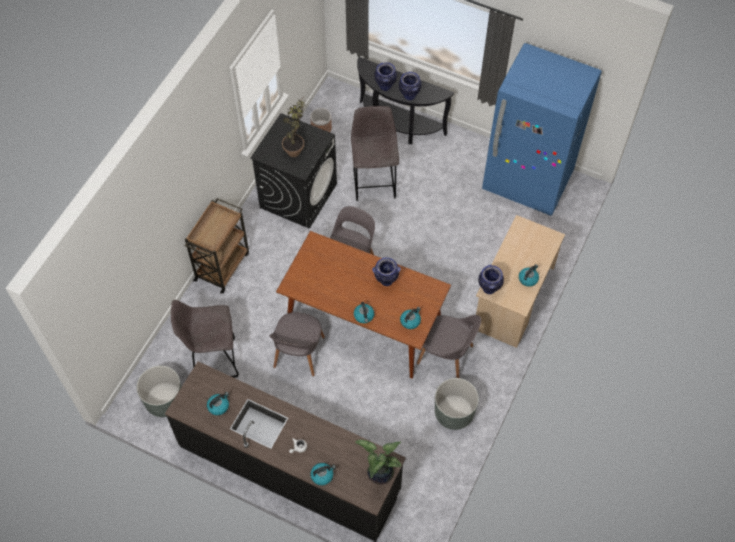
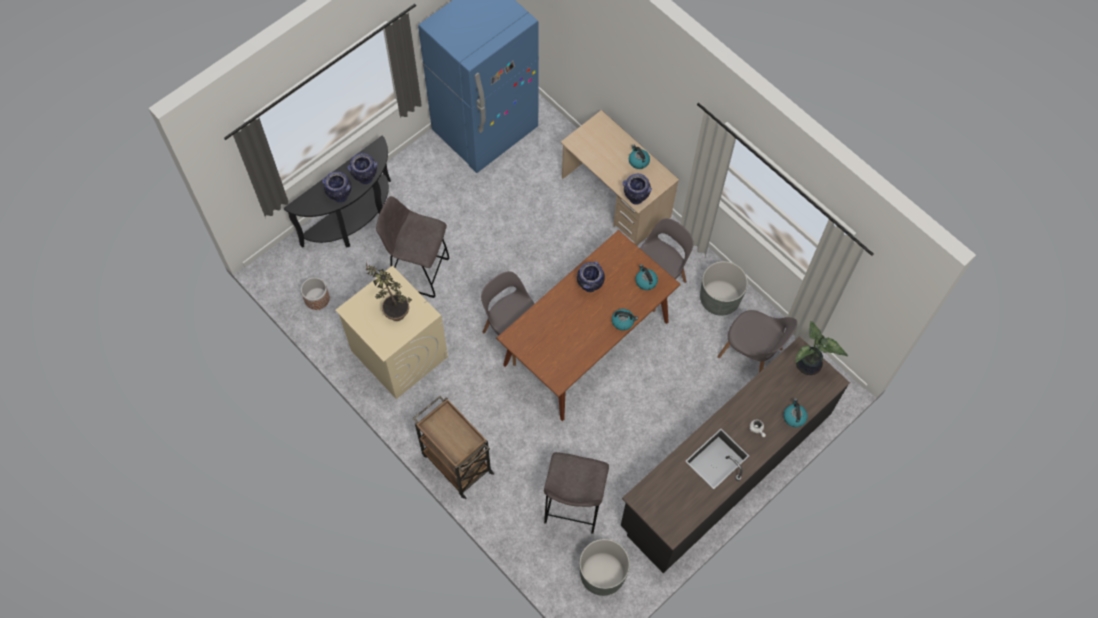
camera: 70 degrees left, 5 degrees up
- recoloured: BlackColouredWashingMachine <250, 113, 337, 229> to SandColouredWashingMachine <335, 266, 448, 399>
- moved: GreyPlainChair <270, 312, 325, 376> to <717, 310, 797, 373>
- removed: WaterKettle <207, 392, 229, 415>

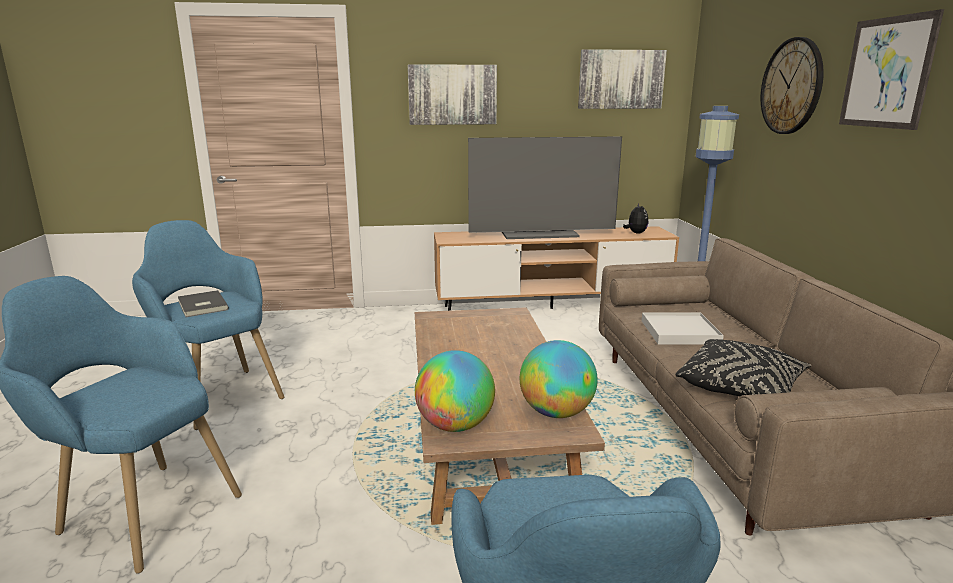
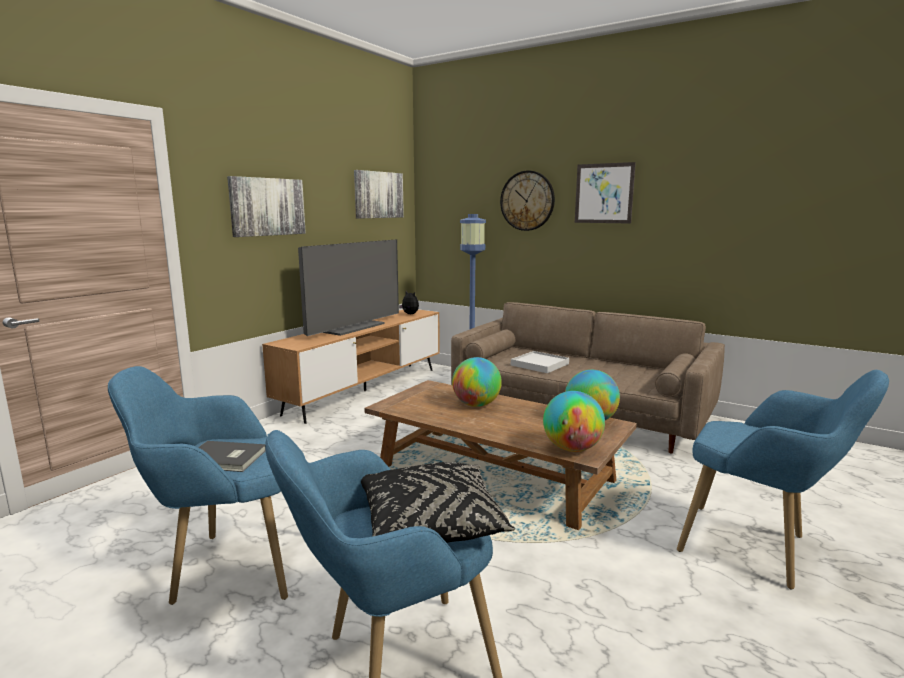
camera: 50 degrees left, 5 degrees down
- moved: BlackColouredPillow <675, 339, 811, 396> to <361, 462, 515, 543>
- added: Globe <452, 357, 502, 407>

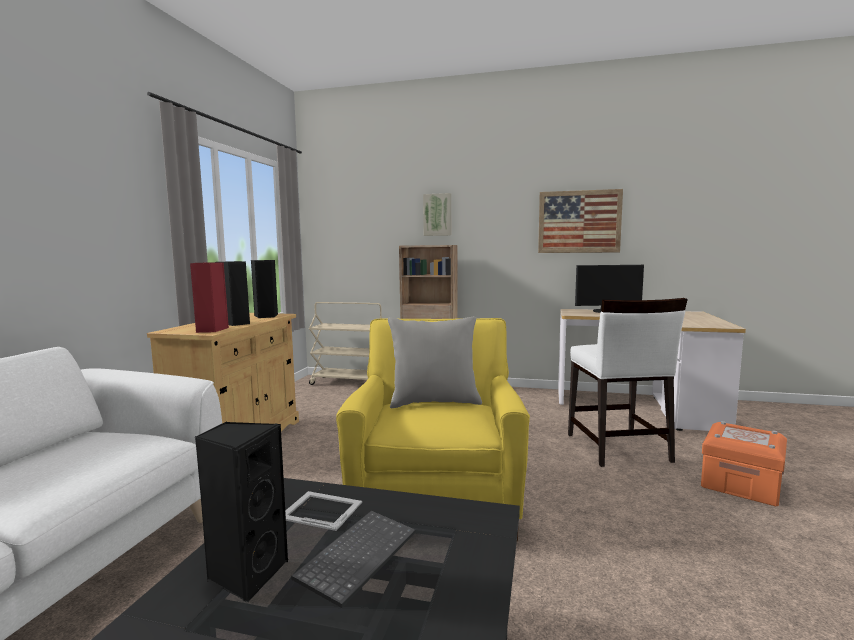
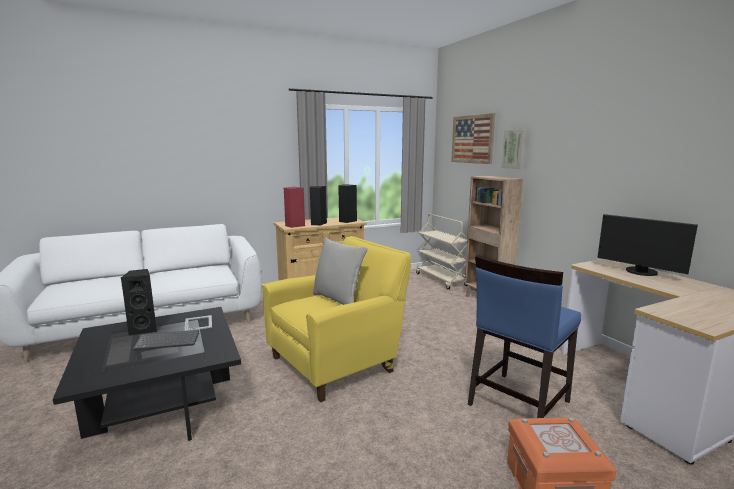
camera: 50 degrees right, 5 degrees up
- moved: WallPicture <538, 189, 623, 253> to <451, 113, 495, 164>
- recoloured: WhitePlainChair <568, 298, 688, 467> to BlueColouredPlainChair <468, 255, 581, 418>

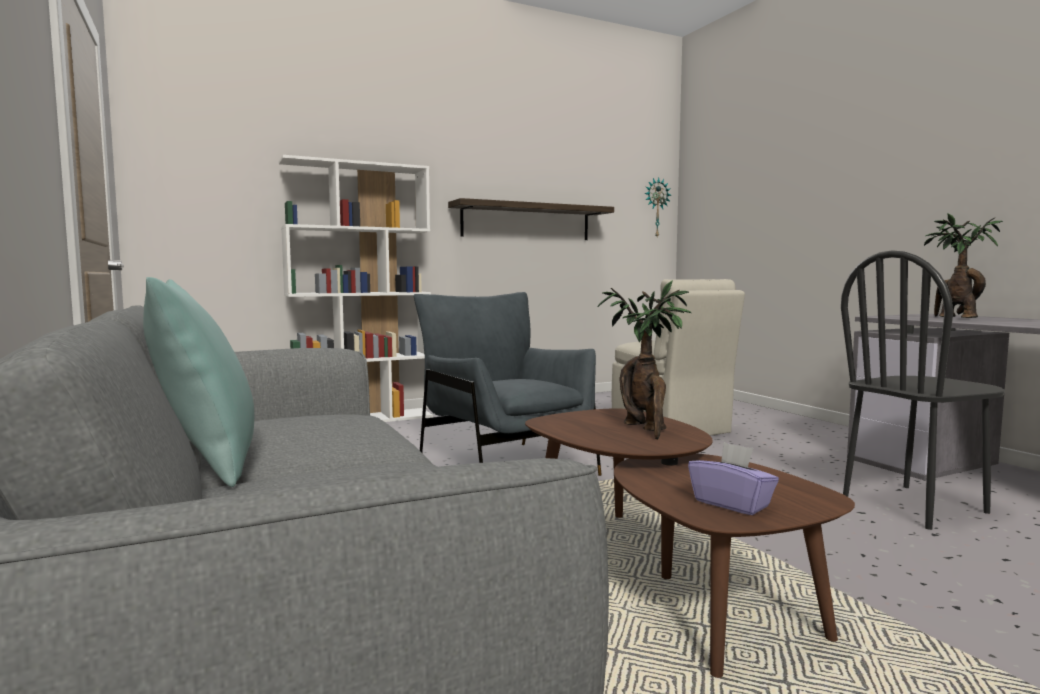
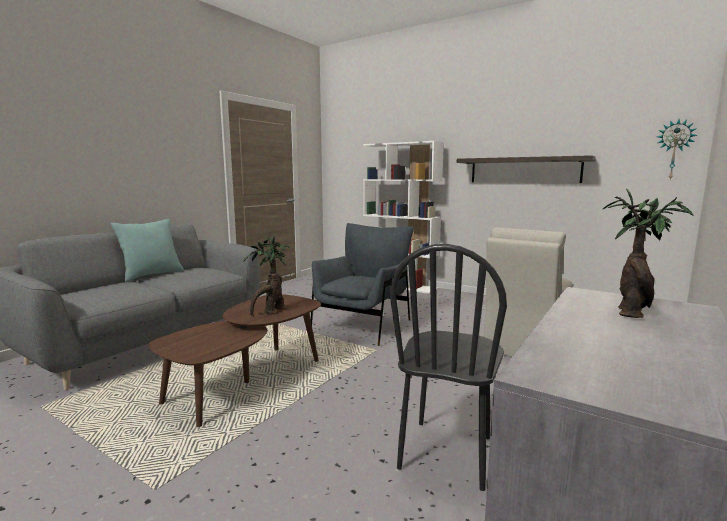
camera: 60 degrees right, 5 degrees up
- turned: BlackColouredPlainChair <841, 250, 1005, 530> = <390, 244, 507, 491> 105 degrees counterclockwise
- removed: PurpleColouredTissueBox <688, 442, 779, 515>

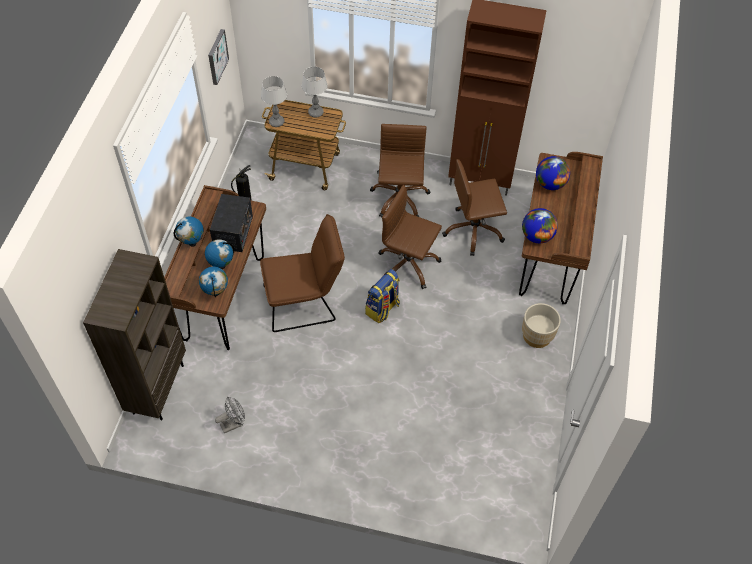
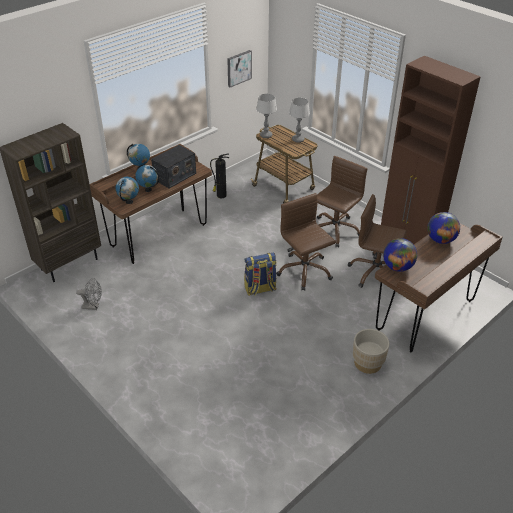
camera: 35 degrees right, 15 degrees down
- removed: BrownishPlainChair <260, 214, 345, 332>

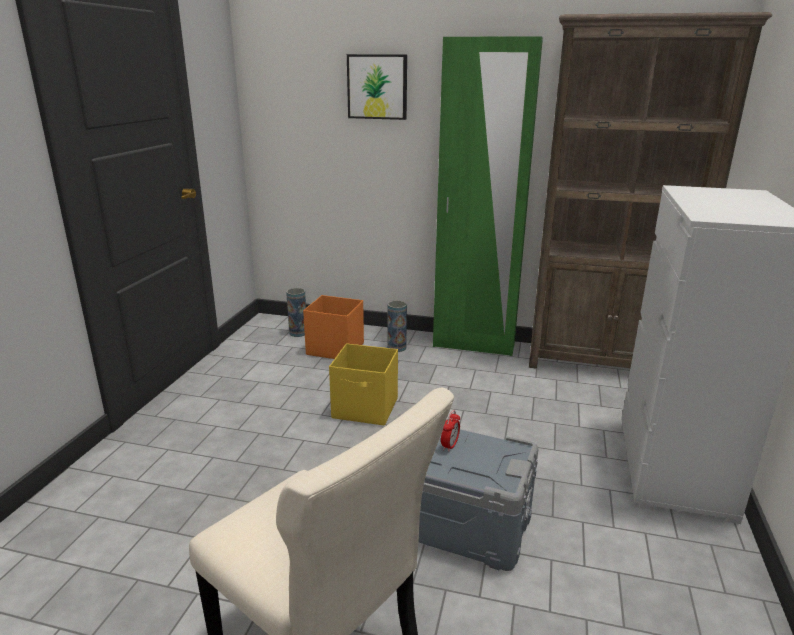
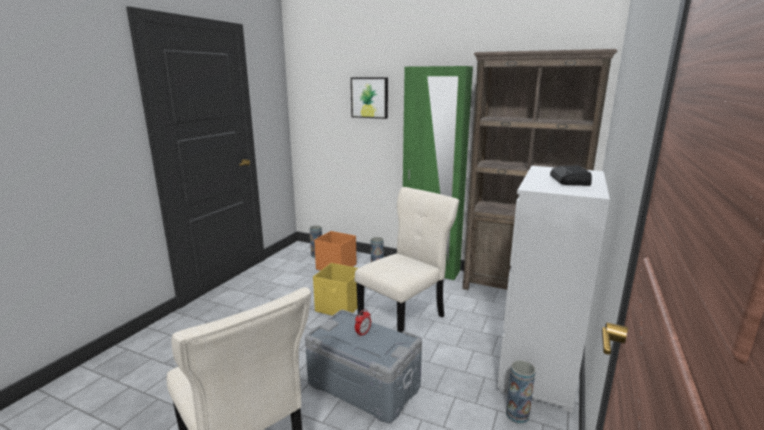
camera: 10 degrees right, 5 degrees down
- added: RadioReceiver <550, 165, 592, 186>
- added: SandColouredPlainChair <355, 187, 459, 333>
- added: DecorativeVase <506, 360, 536, 424>

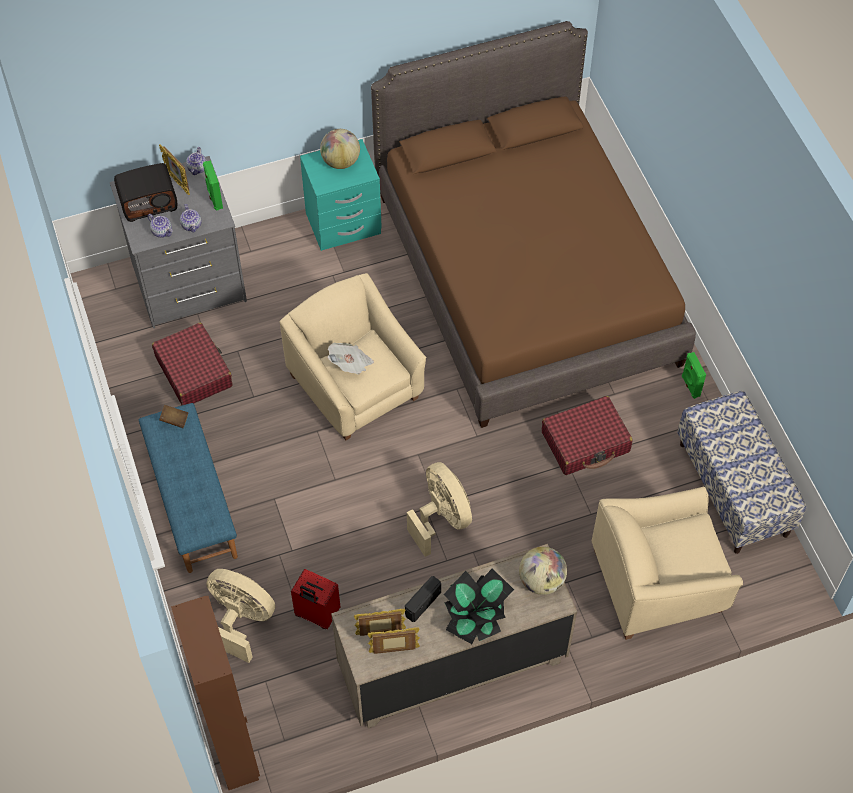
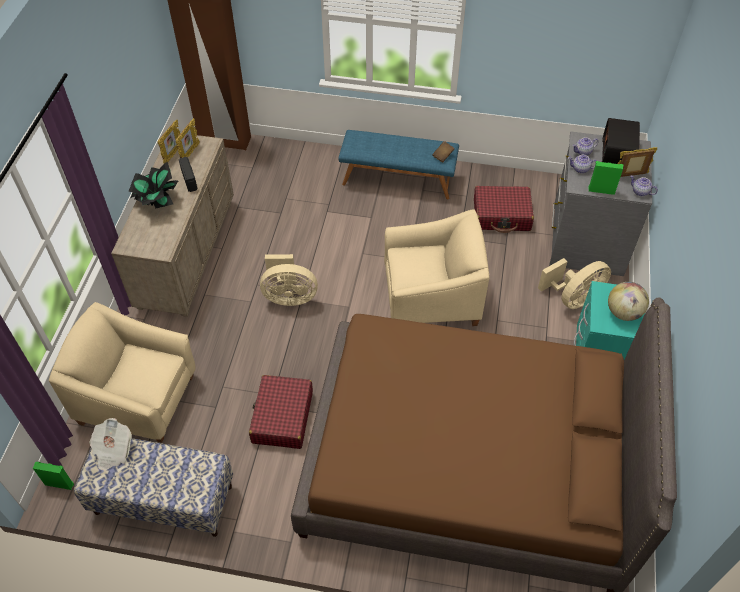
camera: 120 degrees right, 5 degrees down
- moved: PrintedPaper <327, 343, 374, 374> to <89, 418, 132, 470>
- moved: GreenishSpeaker <682, 352, 706, 399> to <33, 462, 74, 490>
- turned: SandColouredEasyChair <592, 486, 743, 640> = <49, 302, 195, 443> 90 degrees counterclockwise
- removed: Globe <519, 547, 567, 595>
- moved: SandColouredElectricFan <207, 569, 275, 663> to <538, 258, 611, 309>
- removed: RedColouredPieceOfLuggage <291, 569, 340, 629>

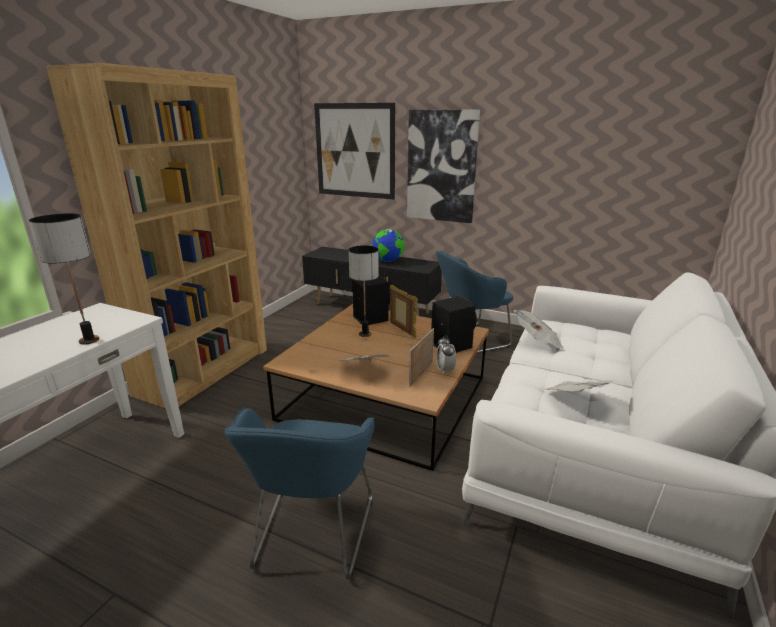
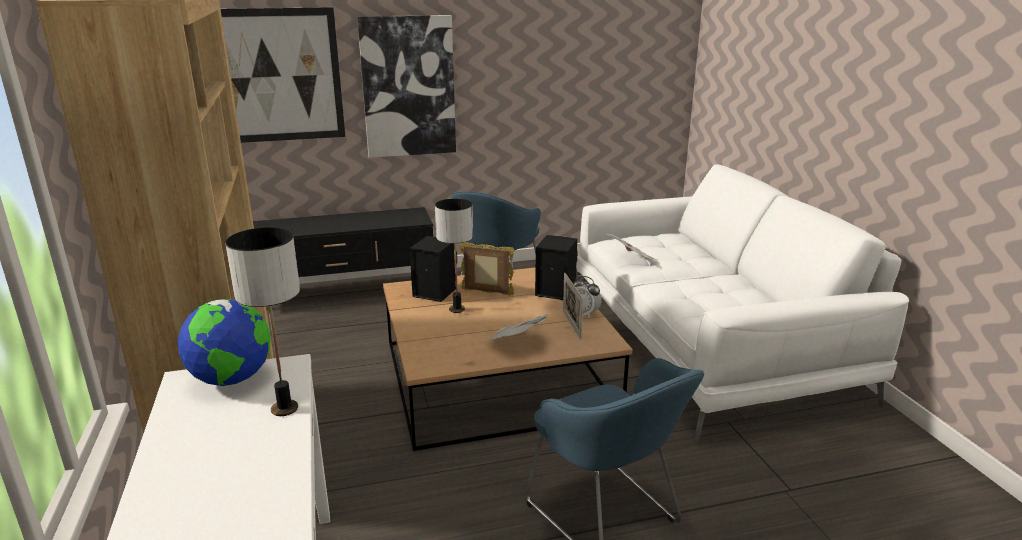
camera: 40 degrees left, 0 degrees up
- moved: Globe <372, 229, 404, 262> to <178, 299, 271, 386>
- removed: PrintedPaper <547, 381, 612, 392>

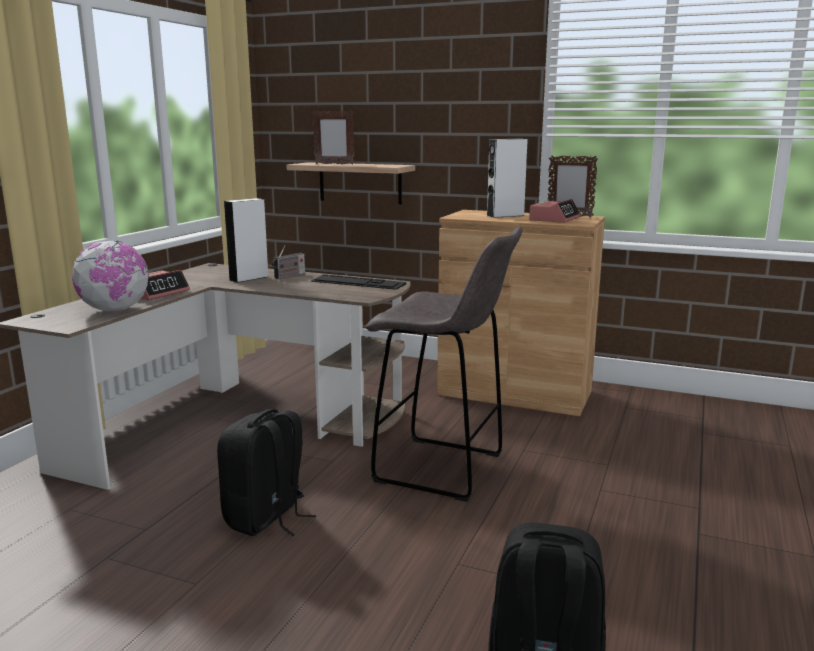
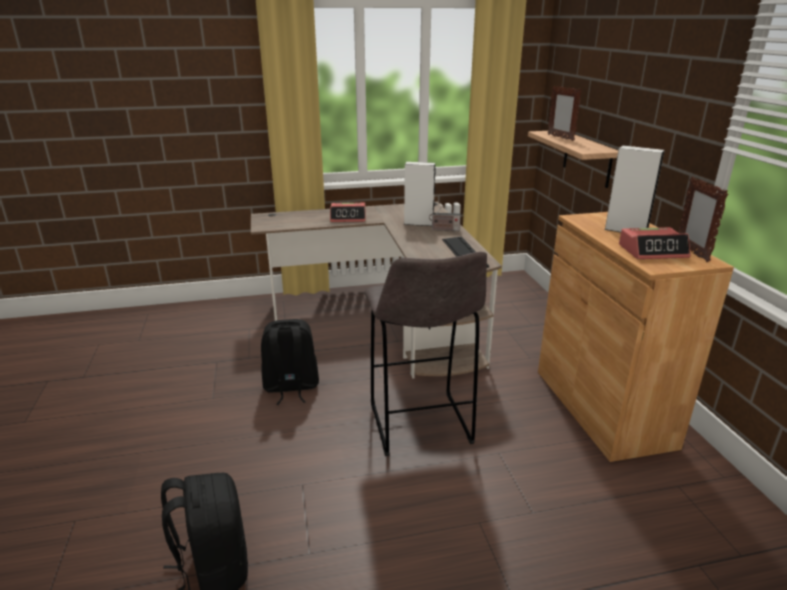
camera: 55 degrees right, 10 degrees up
- removed: Globe <72, 241, 149, 312>

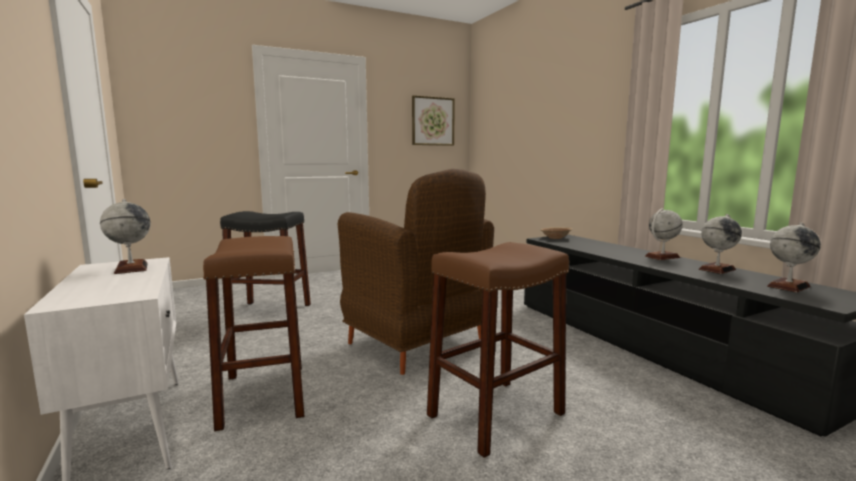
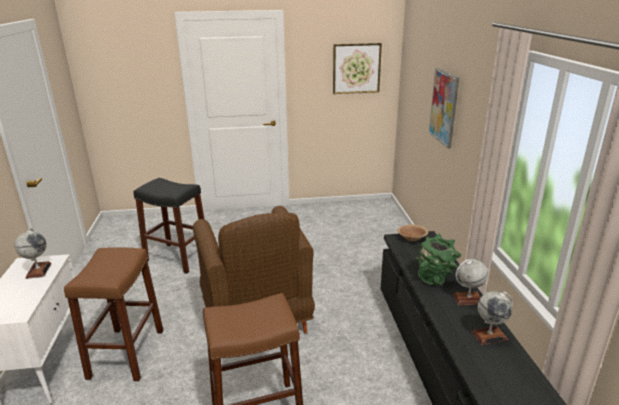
camera: 20 degrees right, 15 degrees up
- removed: Globe <767, 222, 821, 292>
- added: WallPicture <429, 68, 459, 149>
- added: GreenishDecorativeVase <416, 234, 461, 286>

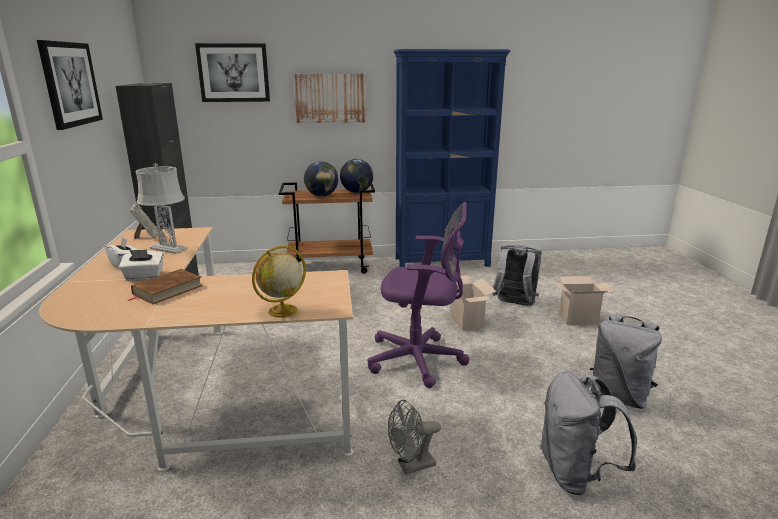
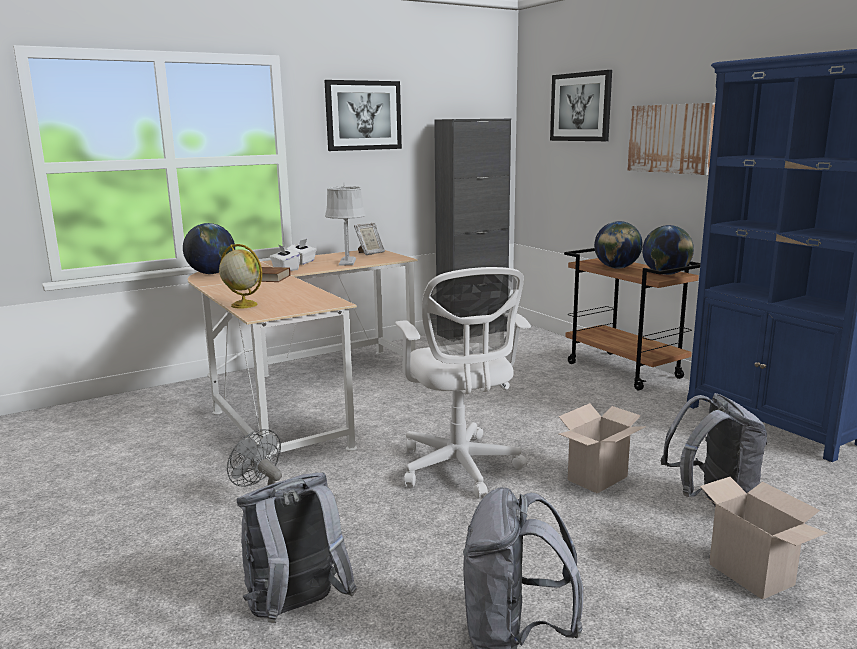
camera: 65 degrees right, 5 degrees down
- recoloured: PurpleColouredComputerChair <368, 202, 469, 388> to WhiteComputerChair <395, 267, 531, 498>
- added: Globe <183, 223, 235, 274>

